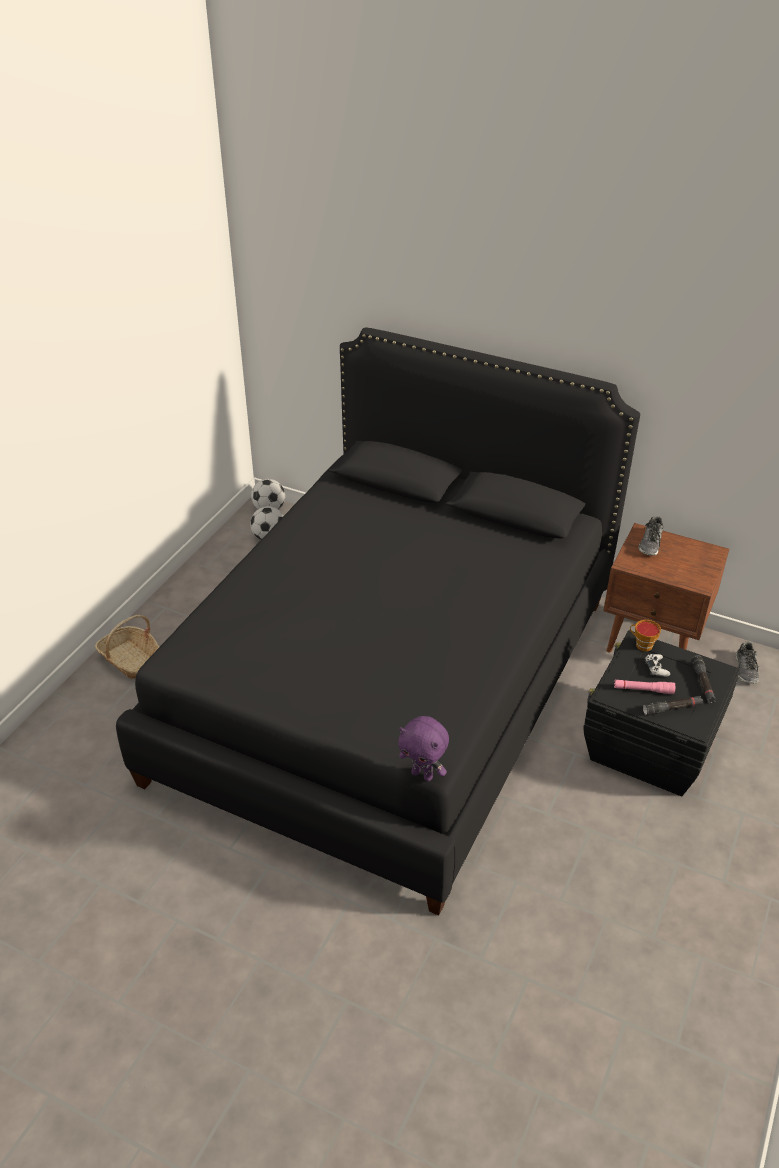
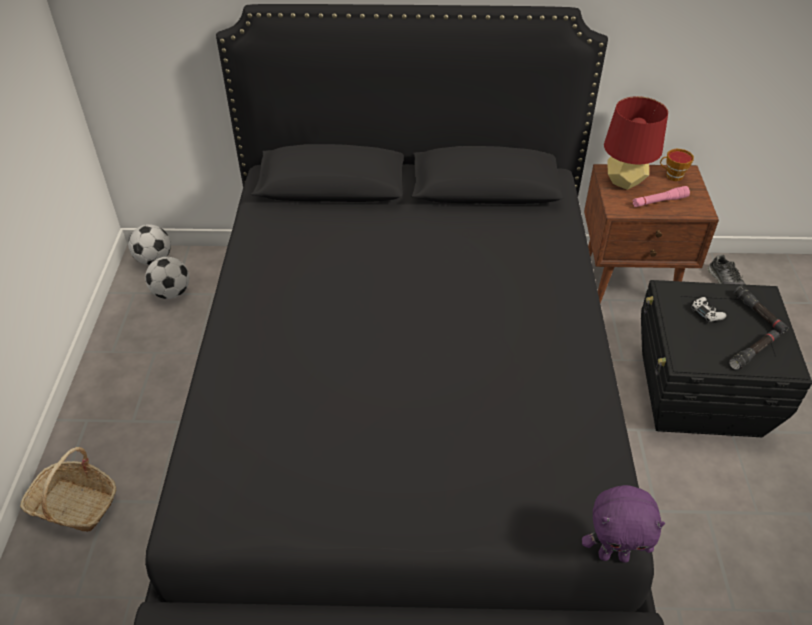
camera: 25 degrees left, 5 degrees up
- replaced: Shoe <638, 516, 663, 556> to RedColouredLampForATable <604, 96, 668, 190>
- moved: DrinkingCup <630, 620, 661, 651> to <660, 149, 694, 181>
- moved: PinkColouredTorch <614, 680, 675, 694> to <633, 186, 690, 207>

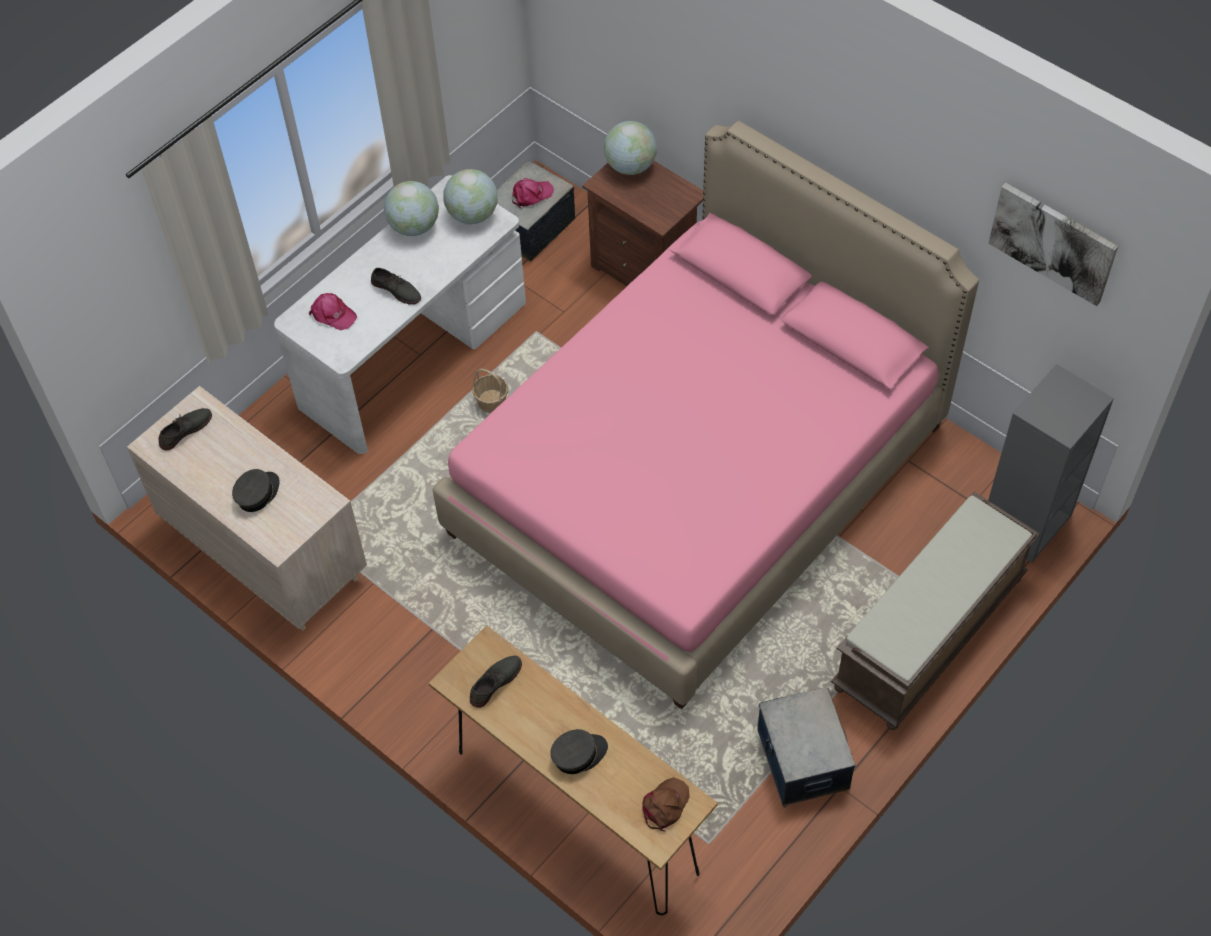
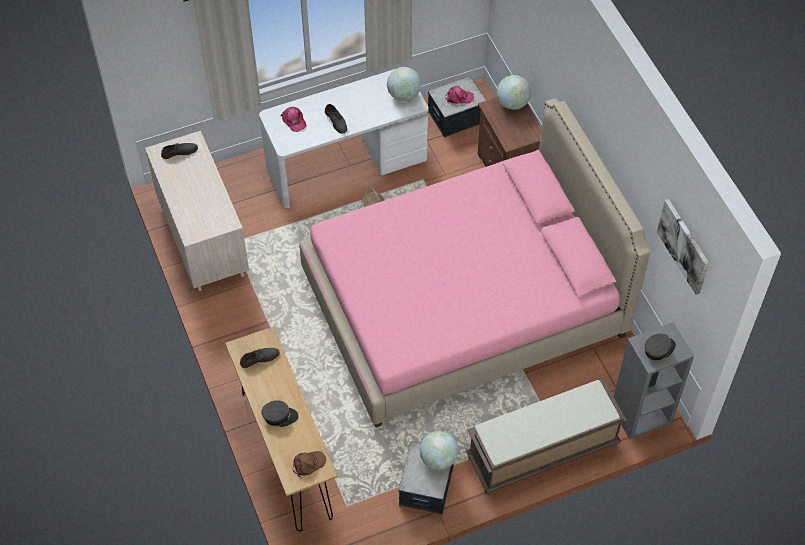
camera: 25 degrees right, 0 degrees up
- moved: Globe <384, 181, 439, 236> to <419, 431, 458, 470>
- moved: GreyBaseballCap <232, 469, 280, 512> to <645, 333, 676, 360>

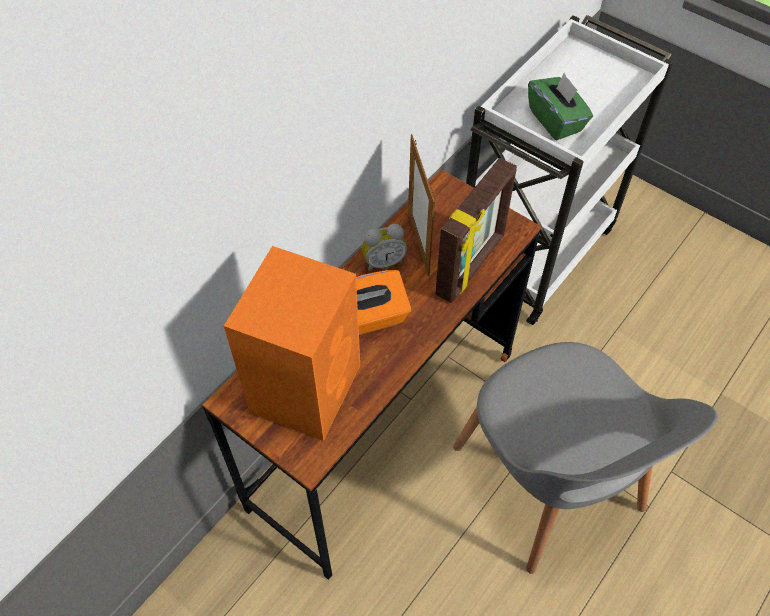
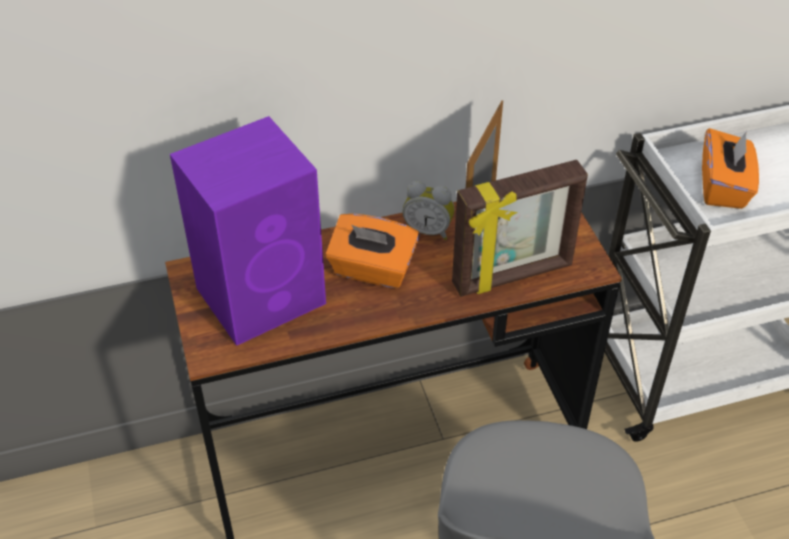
camera: 35 degrees right, 10 degrees down
- recoloured: GreenishTissueBox <528, 73, 593, 140> to OrangeyTissueBox <702, 128, 759, 209>
- recoloured: OrangeySpeaker <224, 246, 360, 441> to PurpleColouredSpeaker <170, 116, 326, 346>

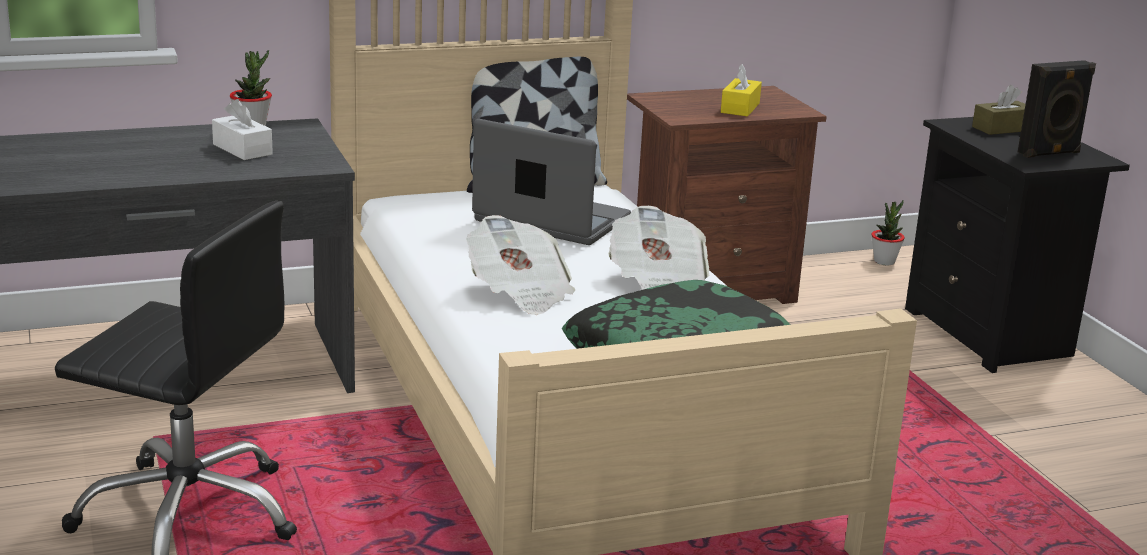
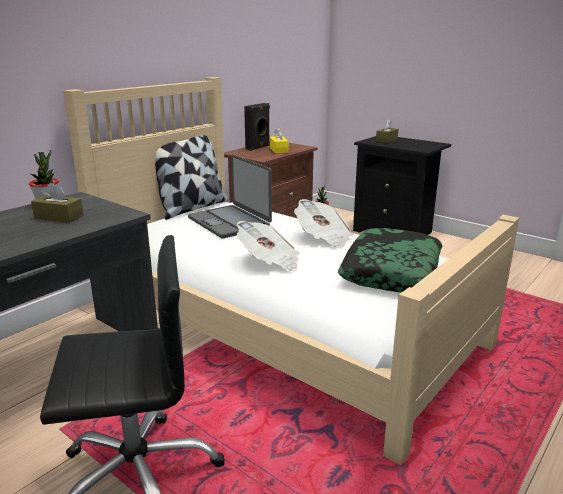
camera: 30 degrees left, 0 degrees up
- moved: BlackColouredSpeaker <1018, 60, 1096, 158> to <244, 103, 270, 151>
- recoloured: WhiteTissueBox <212, 99, 273, 160> to BrownishTissueBox <31, 183, 83, 223>
- turned: NotebookComputer <472, 119, 631, 245> = <188, 155, 272, 239> 120 degrees counterclockwise

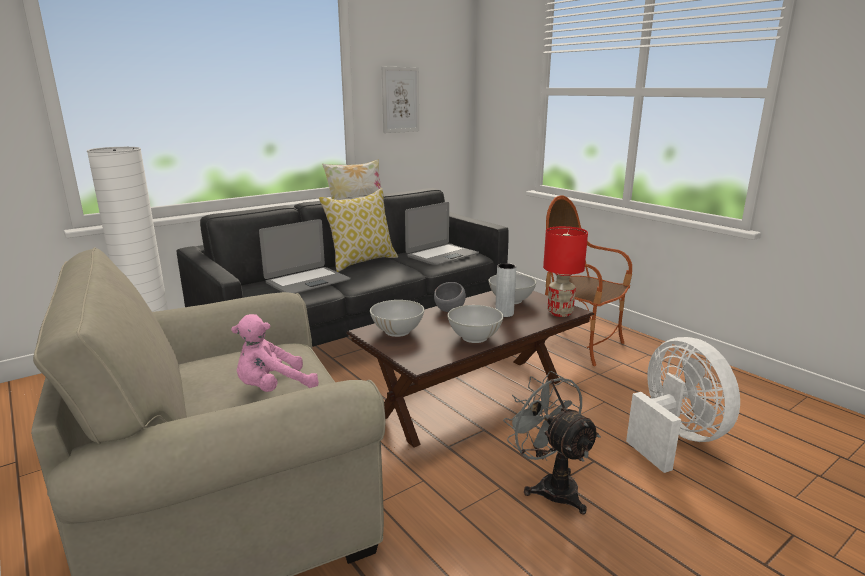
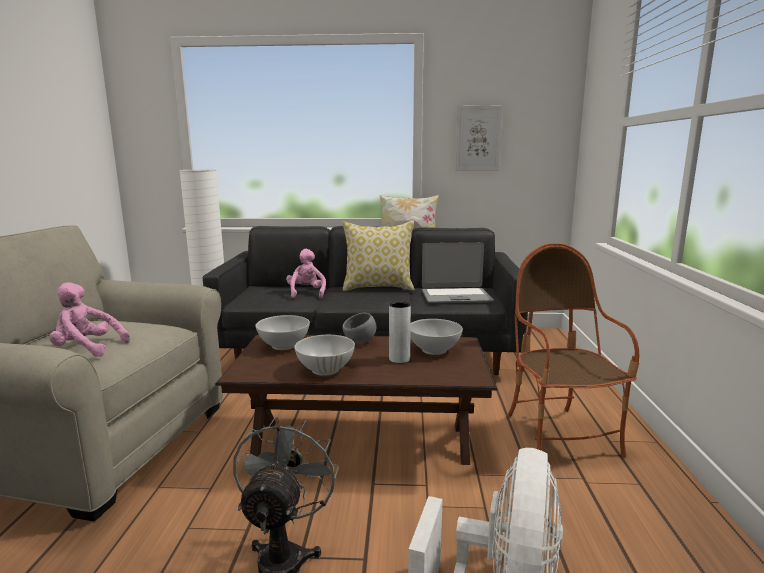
camera: 40 degrees right, 5 degrees down
- replaced: NotebookComputer <259, 219, 351, 294> to PinkColouredPlushToy <286, 249, 326, 298>
- removed: RedColouredLampForATable <543, 226, 588, 317>

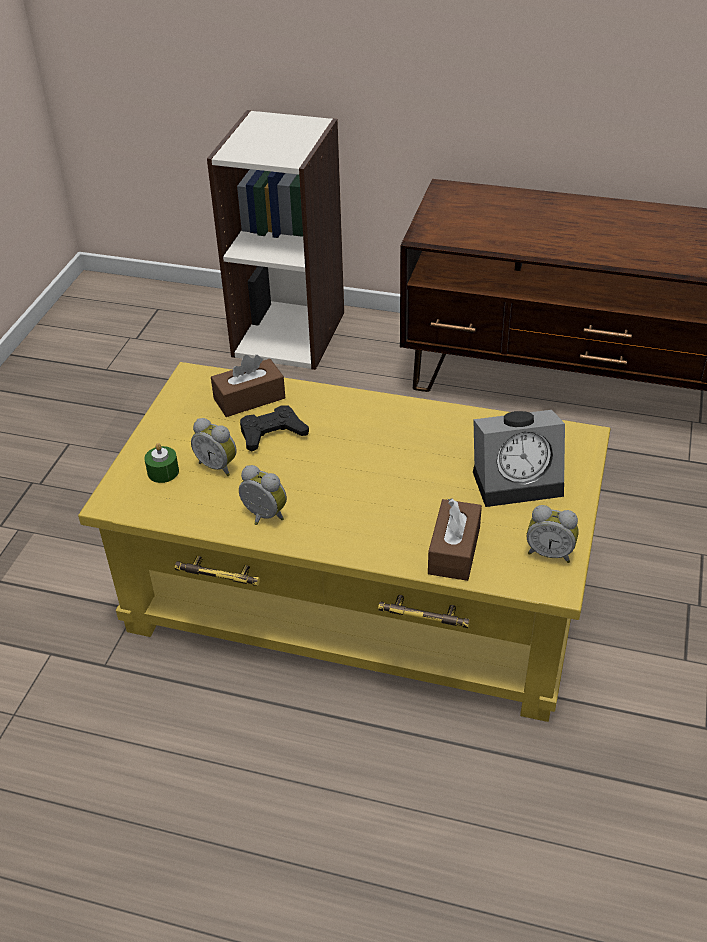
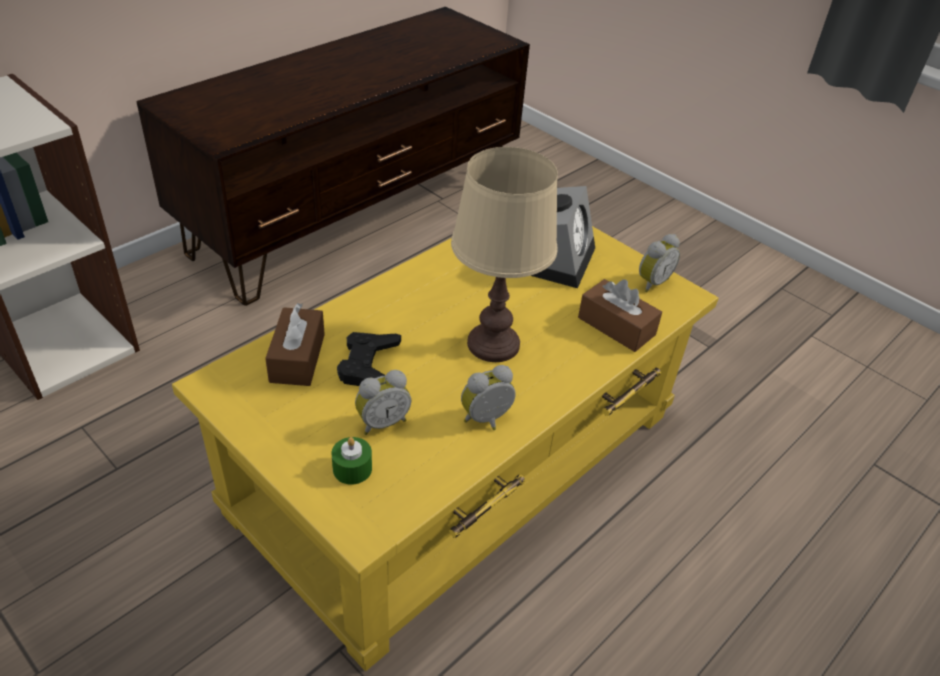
camera: 65 degrees left, 0 degrees up
- added: SandColouredLampForATable <451, 147, 558, 362>

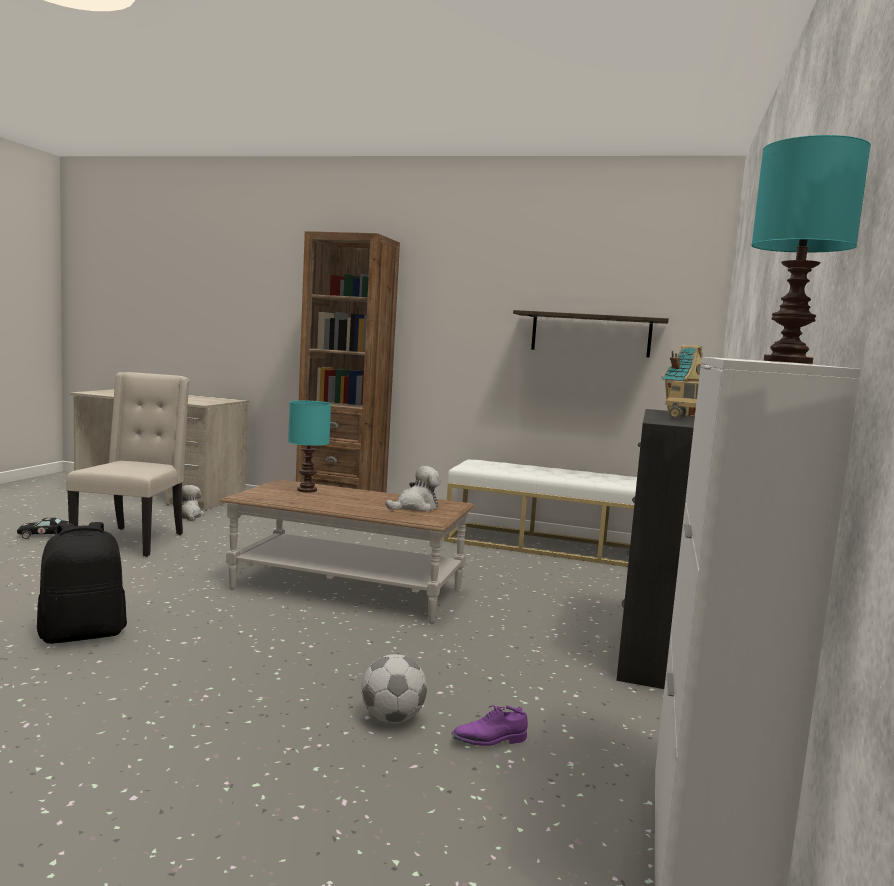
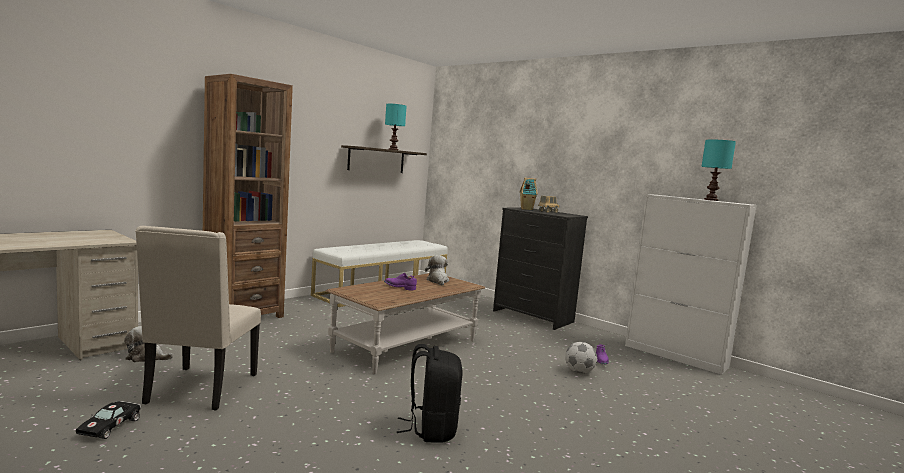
camera: 65 degrees left, 0 degrees up
- turned: SandColouredPlainChair <66, 372, 189, 557> = <135, 226, 261, 411> 120 degrees counterclockwise
- moved: TurquoiseColouredLampForATable <288, 400, 331, 492> to <385, 104, 407, 150>
- added: PurpleColouredShoe <384, 273, 417, 291>

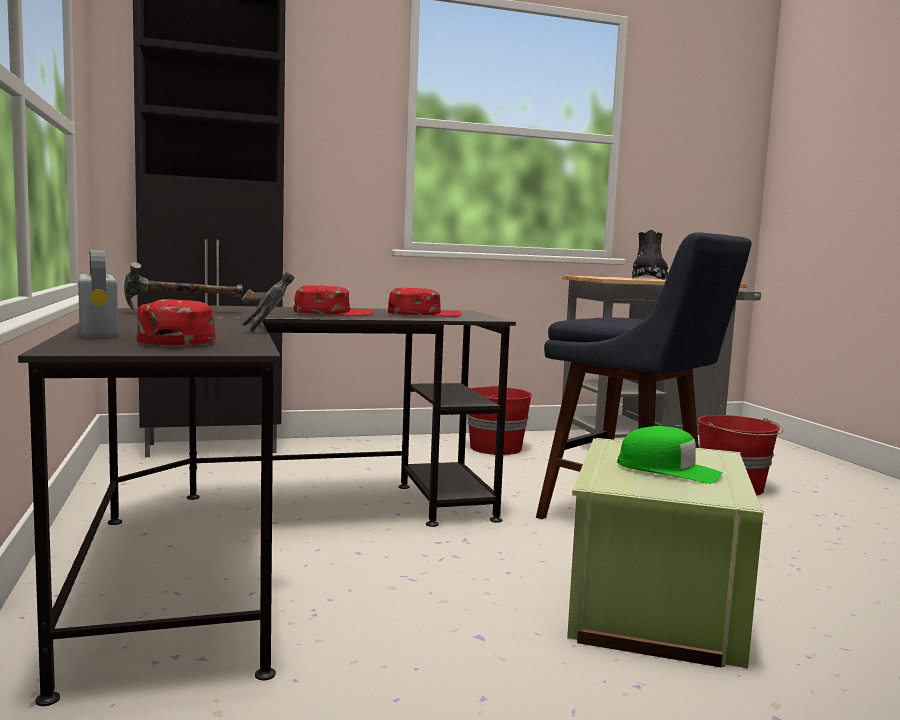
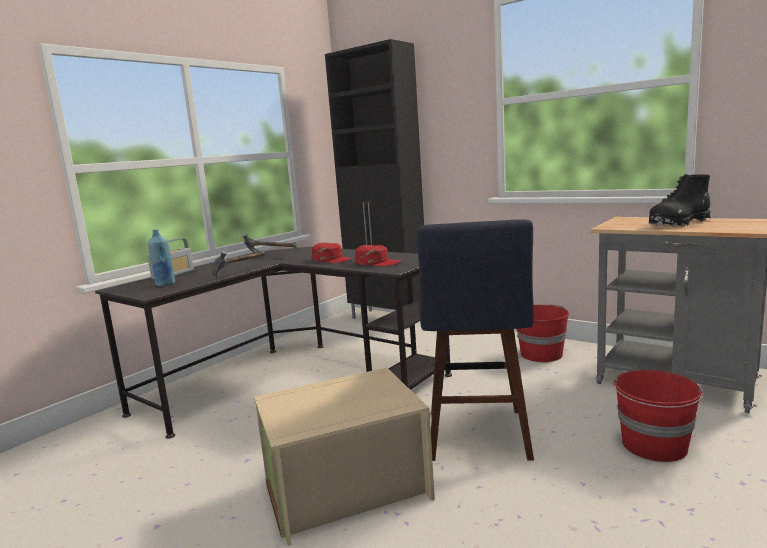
camera: 55 degrees right, 5 degrees up
- replaced: RedColouredBaseballCap <137, 299, 218, 345> to BlueColouredBottle <147, 230, 175, 286>
- removed: GreenishBaseballCap <617, 426, 723, 484>
- recoloured: GreenishStorageBox <567, 438, 764, 668> to SandColouredStorageBox <254, 368, 435, 546>

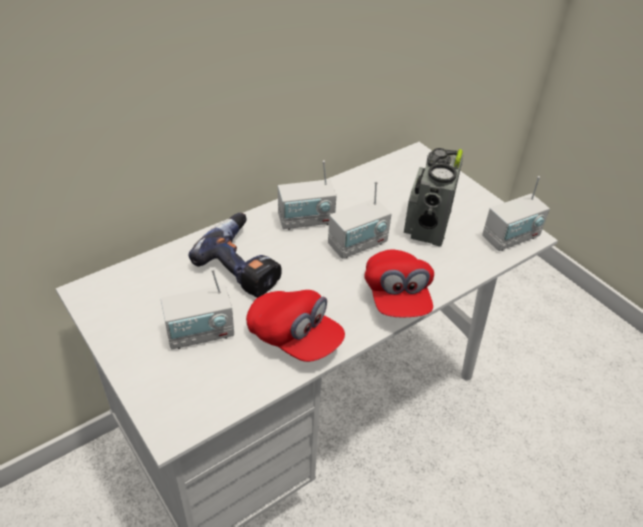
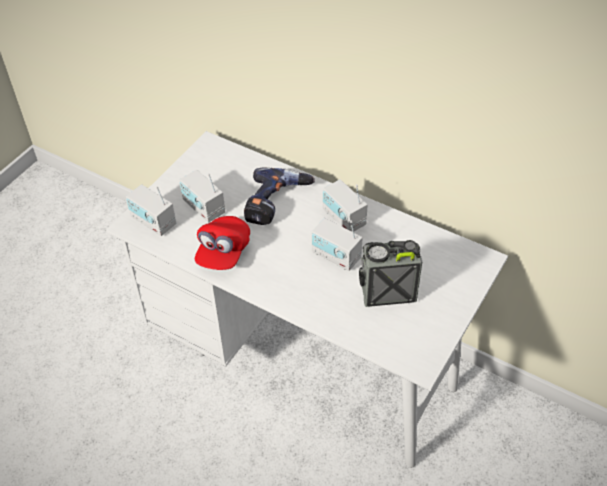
camera: 70 degrees right, 5 degrees up
- moved: RadioReceiver <482, 176, 550, 251> to <126, 184, 176, 236>
- removed: RedColouredBaseballCap <364, 249, 434, 318>

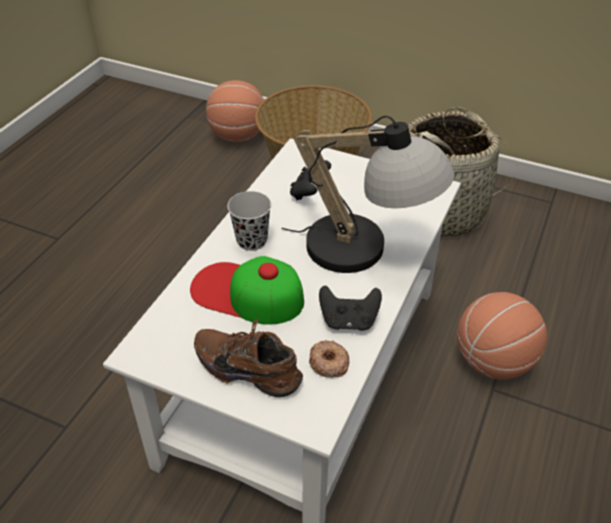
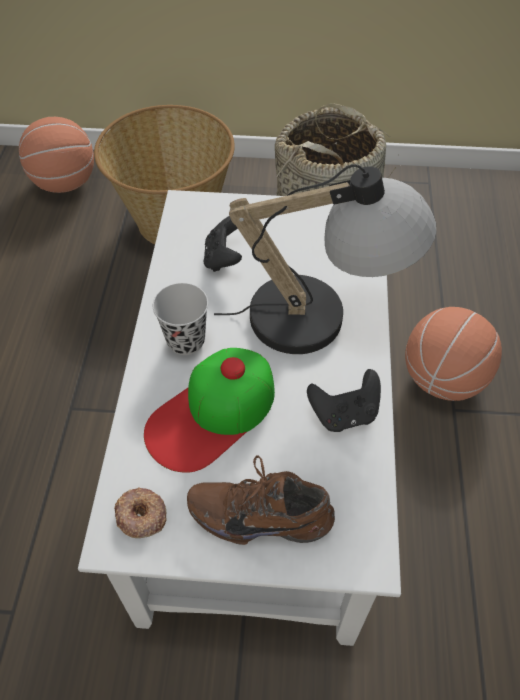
camera: 20 degrees left, 10 degrees up
- turned: BaseballCap <190, 256, 304, 325> = <144, 348, 275, 473> 45 degrees counterclockwise
- moved: Donut <309, 340, 349, 378> to <114, 487, 166, 538>

